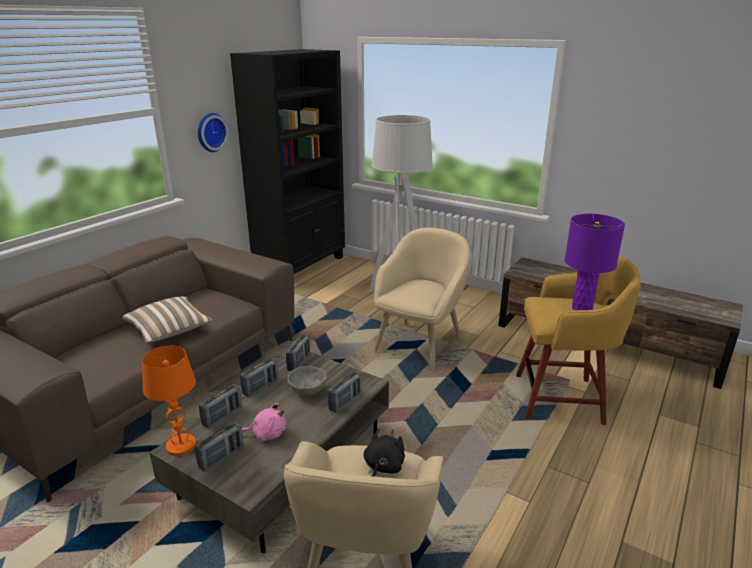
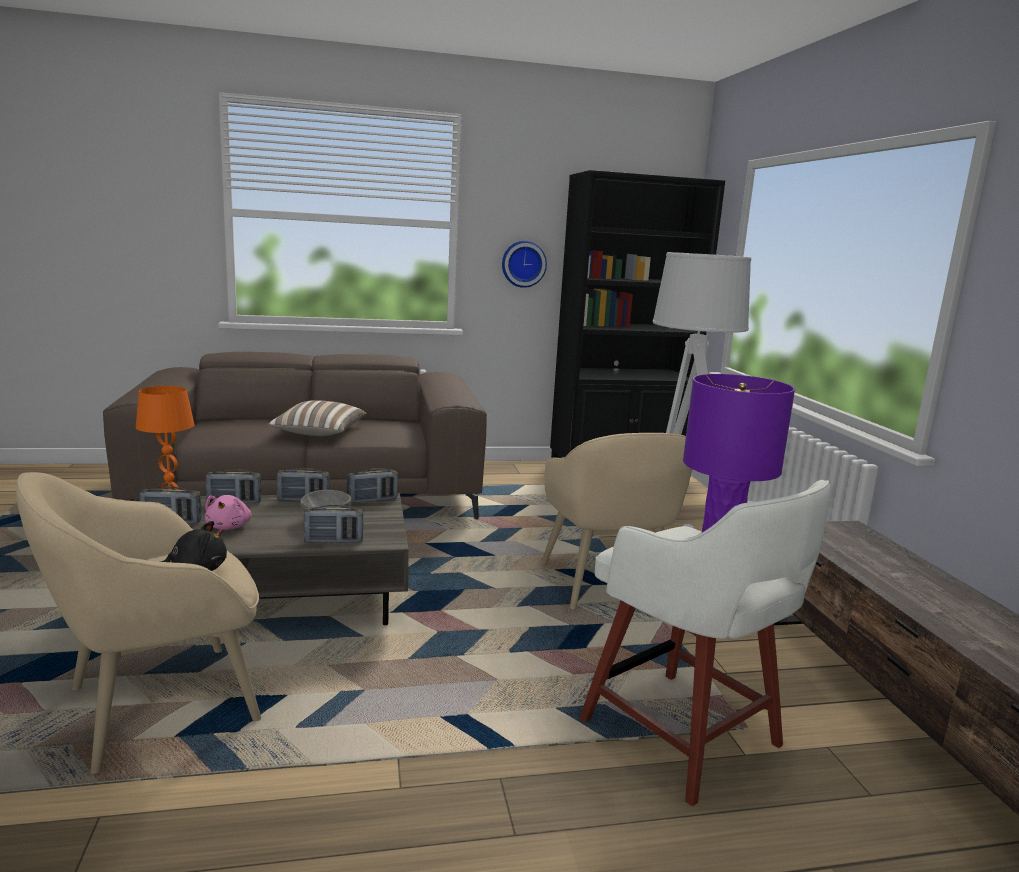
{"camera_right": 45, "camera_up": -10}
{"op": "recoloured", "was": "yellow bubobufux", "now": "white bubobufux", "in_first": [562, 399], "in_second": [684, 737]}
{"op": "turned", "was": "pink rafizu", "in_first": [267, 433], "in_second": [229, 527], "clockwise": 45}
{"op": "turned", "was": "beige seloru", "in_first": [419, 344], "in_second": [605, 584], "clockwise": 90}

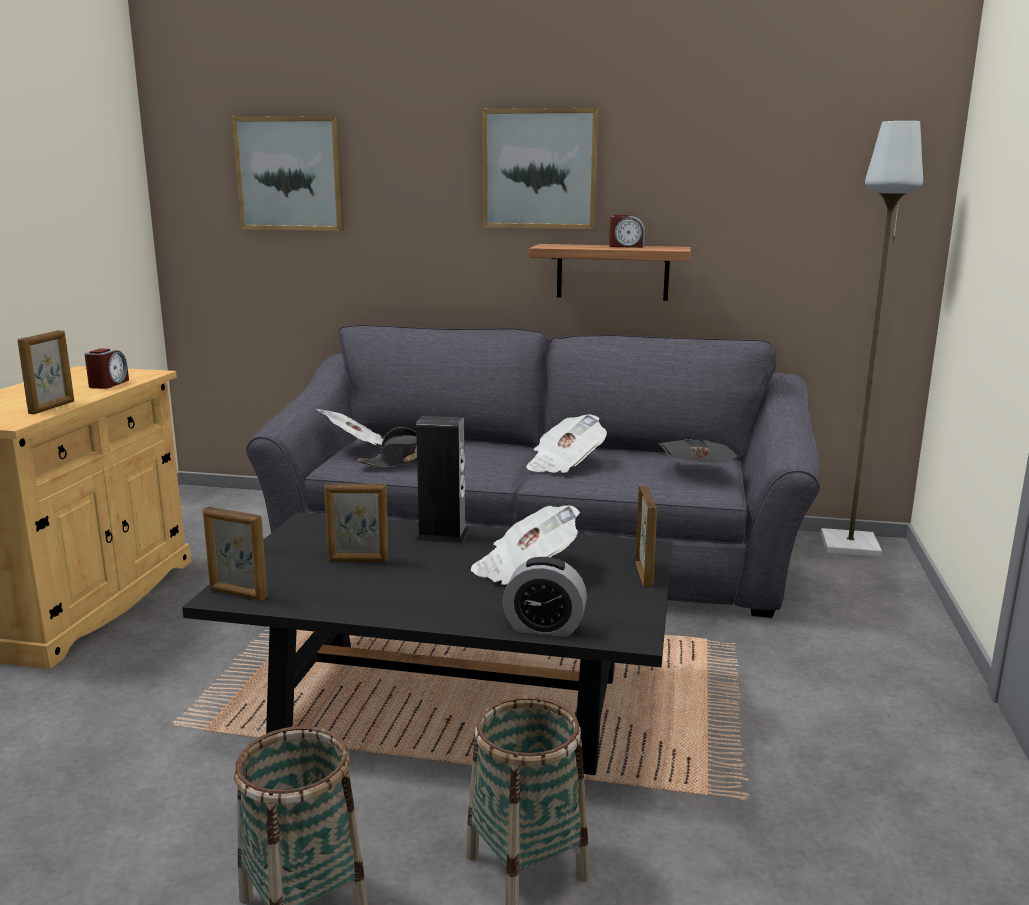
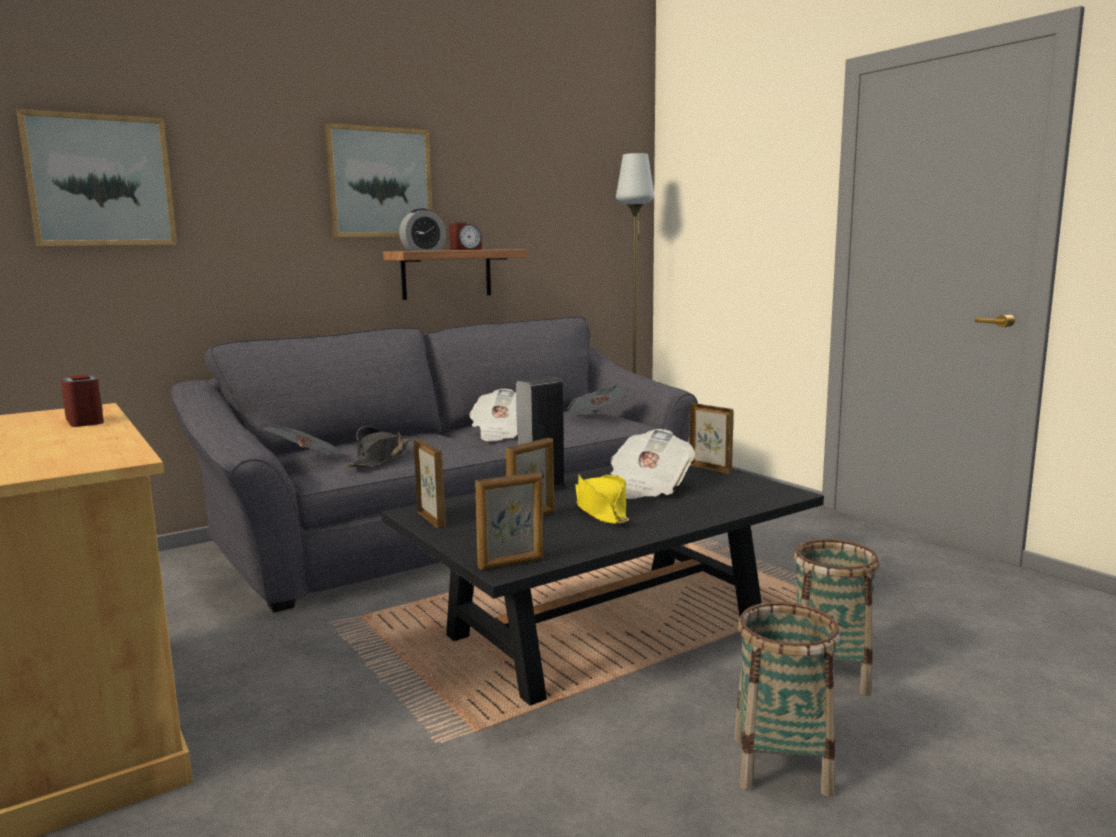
{"camera_right": -45, "camera_up": -5}
{"op": "added", "now": "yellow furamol", "in_second": [601, 510]}
{"op": "moved", "was": "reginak", "in_first": [52, 407], "in_second": [431, 519]}
{"op": "moved", "was": "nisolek", "in_first": [544, 627], "in_second": [423, 250]}

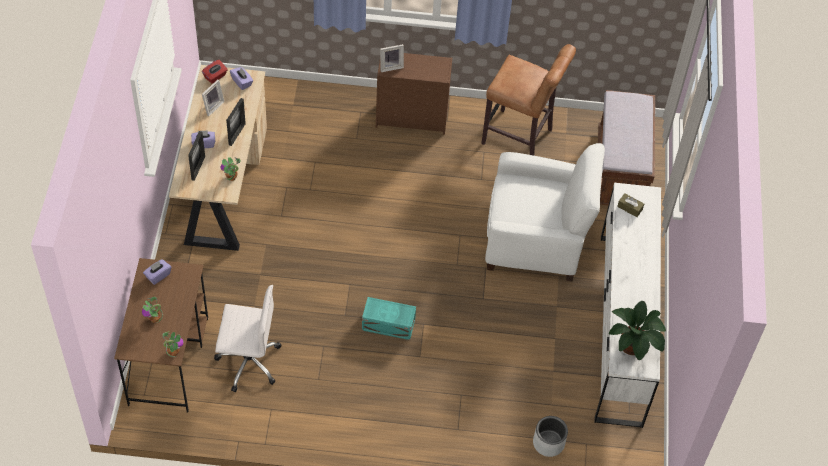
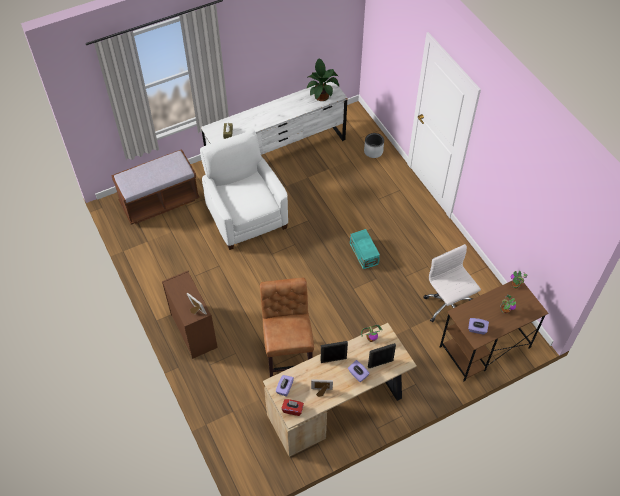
{"camera_right": -120, "camera_up": 0}
{"op": "moved", "was": "brown bubobufux", "in_first": [520, 138], "in_second": [288, 358]}

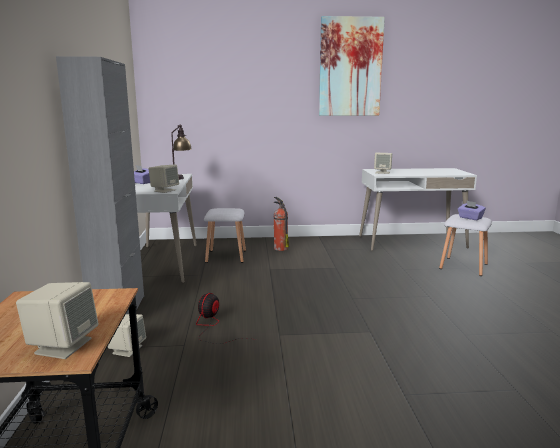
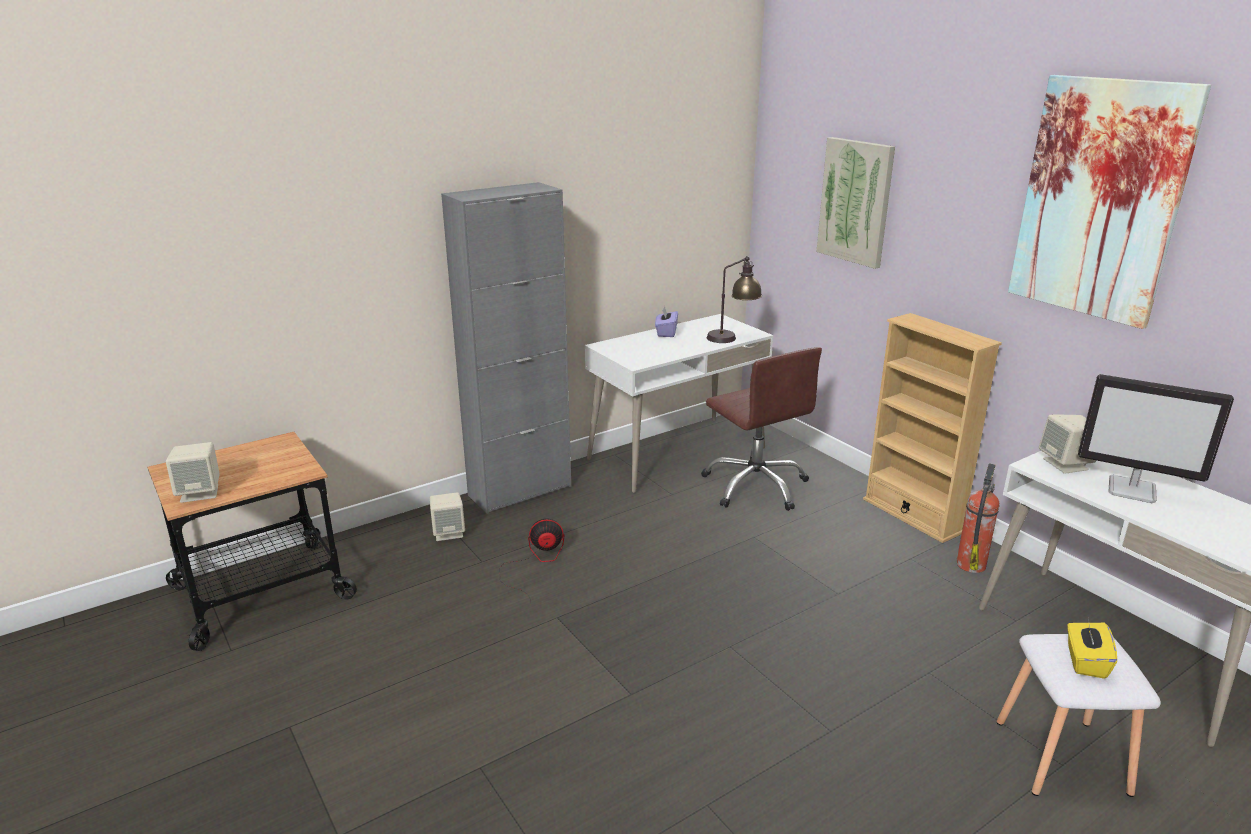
{"camera_right": 60, "camera_up": 10}
{"op": "removed", "was": "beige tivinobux", "in_first": [164, 190]}
{"op": "added", "now": "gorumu", "in_second": [855, 201]}
{"op": "added", "now": "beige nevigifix", "in_second": [912, 515]}
{"op": "added", "now": "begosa", "in_second": [1133, 490]}
{"op": "moved", "was": "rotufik", "in_first": [280, 248], "in_second": [971, 564]}
{"op": "replaced", "was": "white bubobufux", "now": "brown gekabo", "in_first": [226, 256], "in_second": [755, 486]}
{"op": "recoloured", "was": "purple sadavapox", "now": "yellow sadavapox", "in_first": [470, 218], "in_second": [1085, 661]}

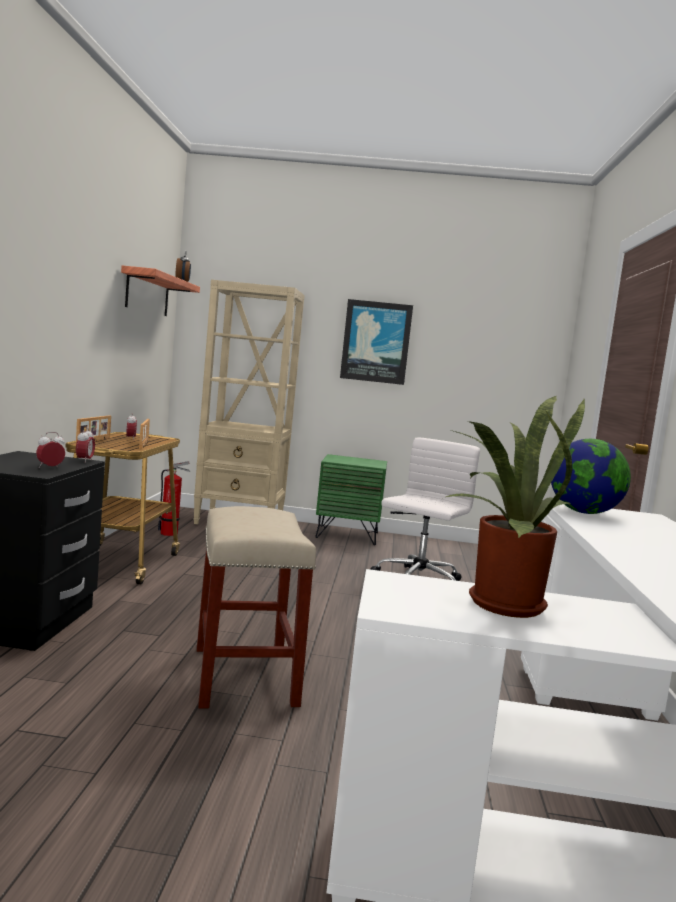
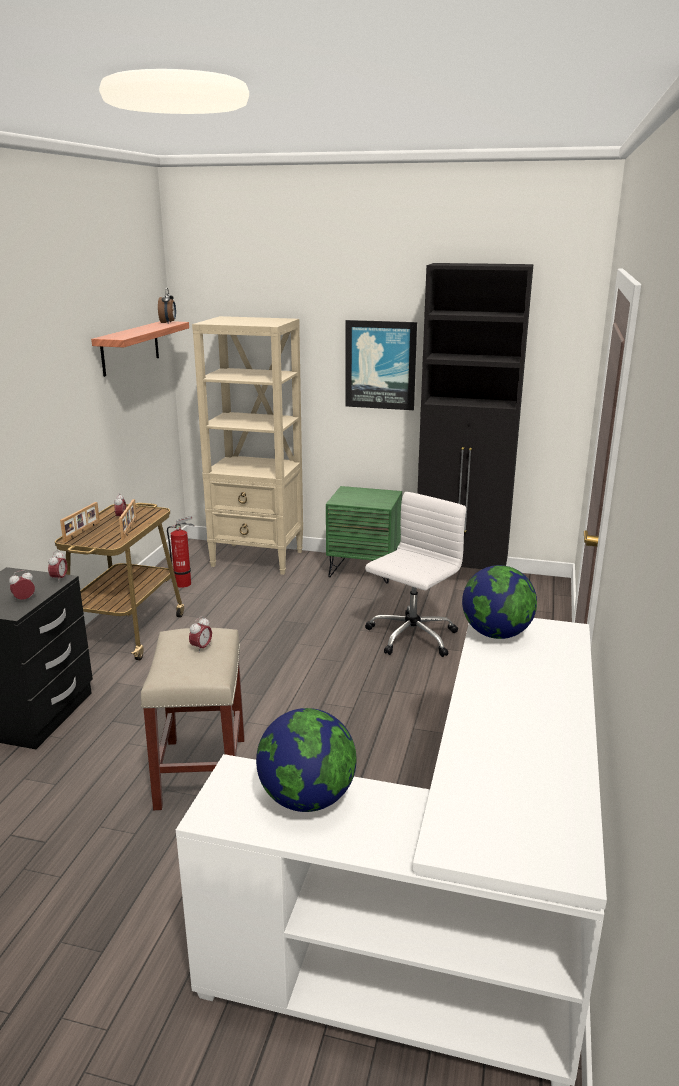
{"camera_right": 10, "camera_up": 15}
{"op": "added", "now": "nisolek", "in_second": [201, 648]}
{"op": "added", "now": "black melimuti", "in_second": [461, 577]}
{"op": "replaced", "was": "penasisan", "now": "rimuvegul", "in_first": [499, 602], "in_second": [307, 799]}

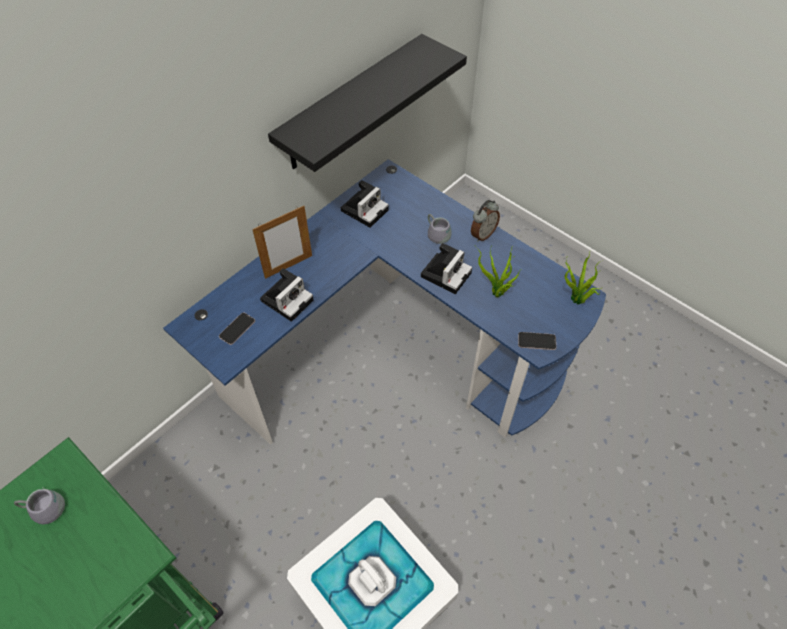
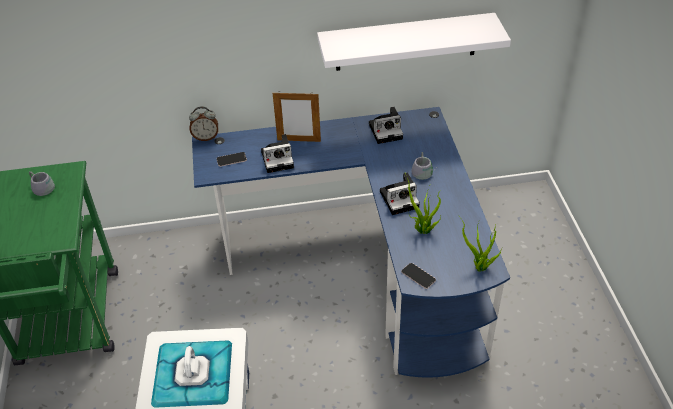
{"camera_right": 40, "camera_up": -10}
{"op": "moved", "was": "nisolek", "in_first": [482, 234], "in_second": [206, 137]}
{"op": "recoloured", "was": "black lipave", "now": "white lipave", "in_first": [351, 103], "in_second": [406, 42]}

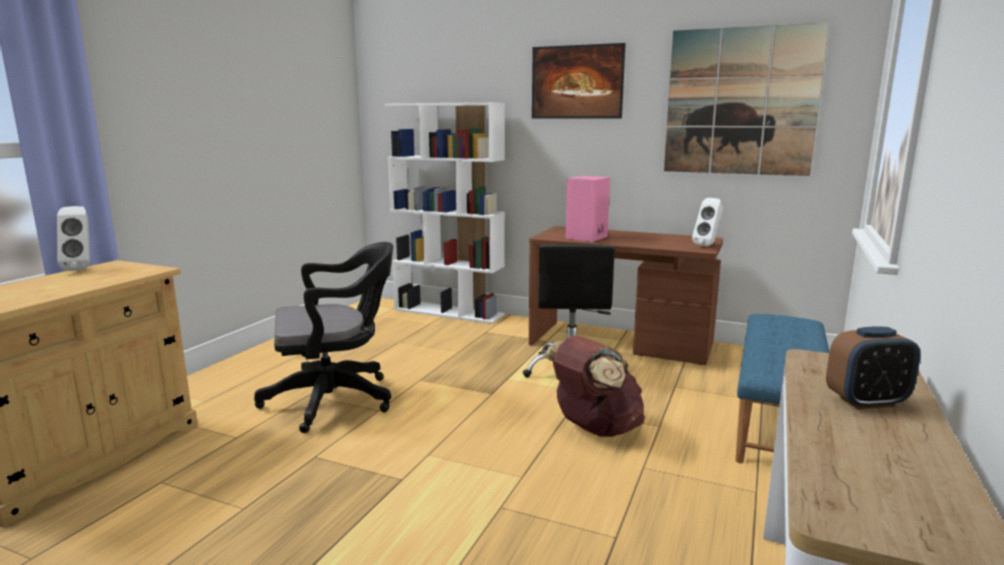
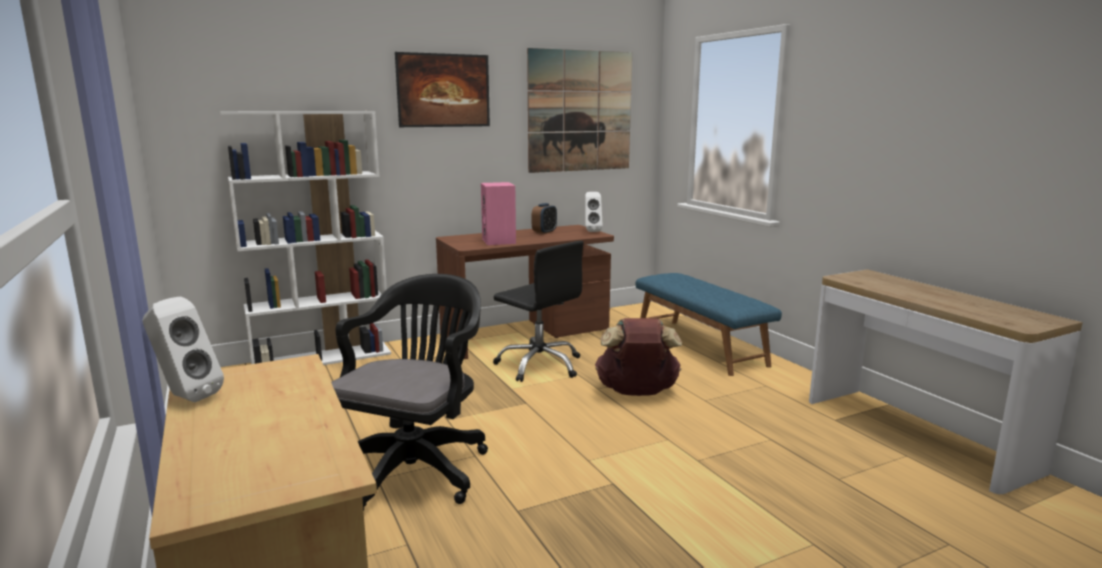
{"camera_right": -50, "camera_up": 0}
{"op": "moved", "was": "nisolek", "in_first": [866, 402], "in_second": [544, 232]}

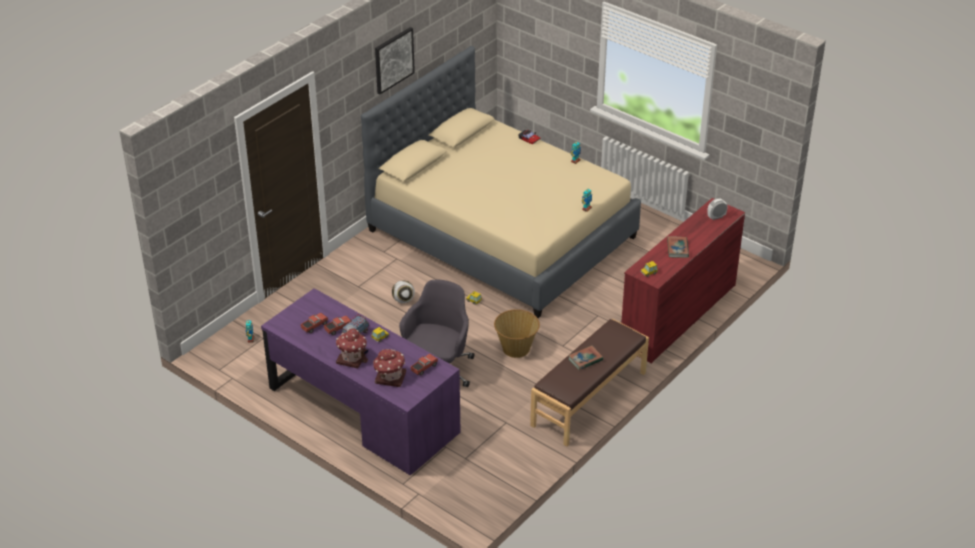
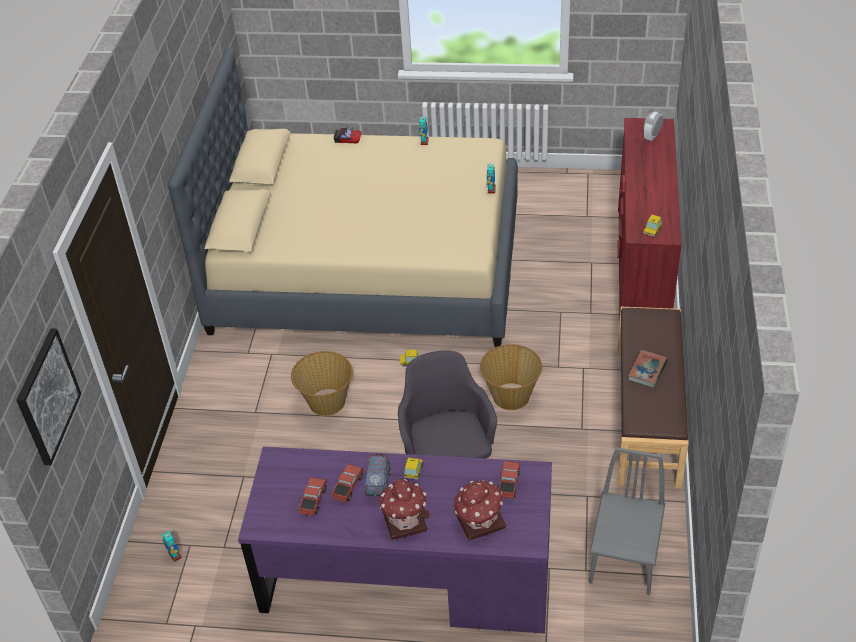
{"camera_right": -30, "camera_up": 5}
{"op": "removed", "was": "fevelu", "in_first": [677, 249]}
{"op": "added", "now": "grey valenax", "in_second": [624, 559]}
{"op": "moved", "was": "gorumu", "in_first": [393, 60], "in_second": [47, 396]}
{"op": "replaced", "was": "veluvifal", "now": "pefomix", "in_first": [403, 300], "in_second": [326, 402]}

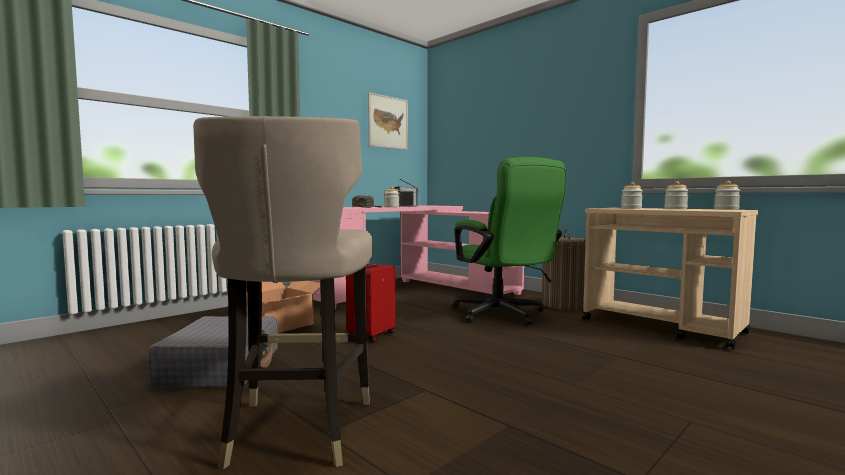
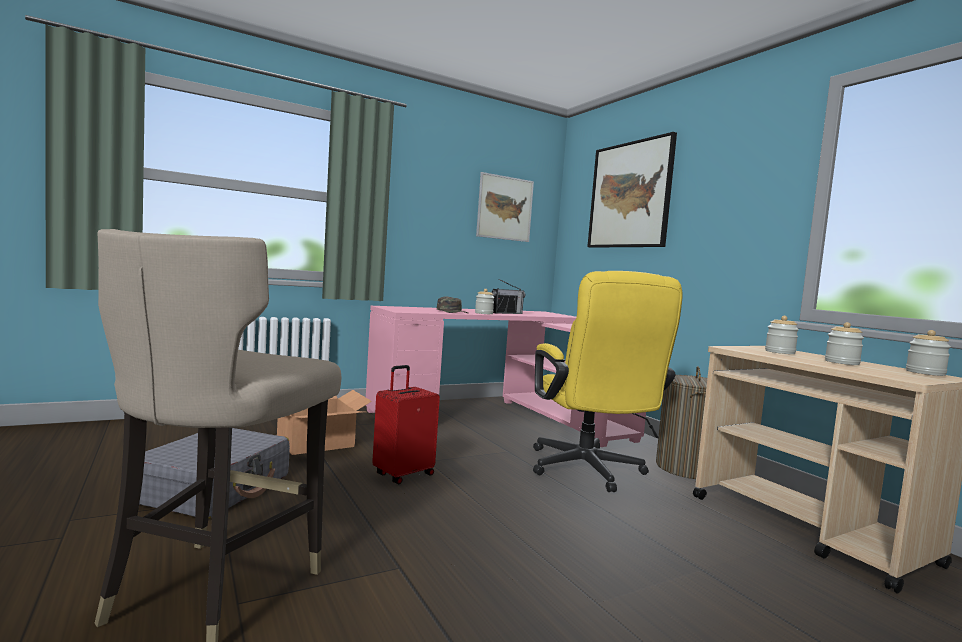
{"camera_right": 15, "camera_up": 0}
{"op": "added", "now": "gorumu", "in_second": [630, 195]}
{"op": "recoloured", "was": "green gekabo", "now": "yellow gekabo", "in_first": [503, 315], "in_second": [589, 472]}

